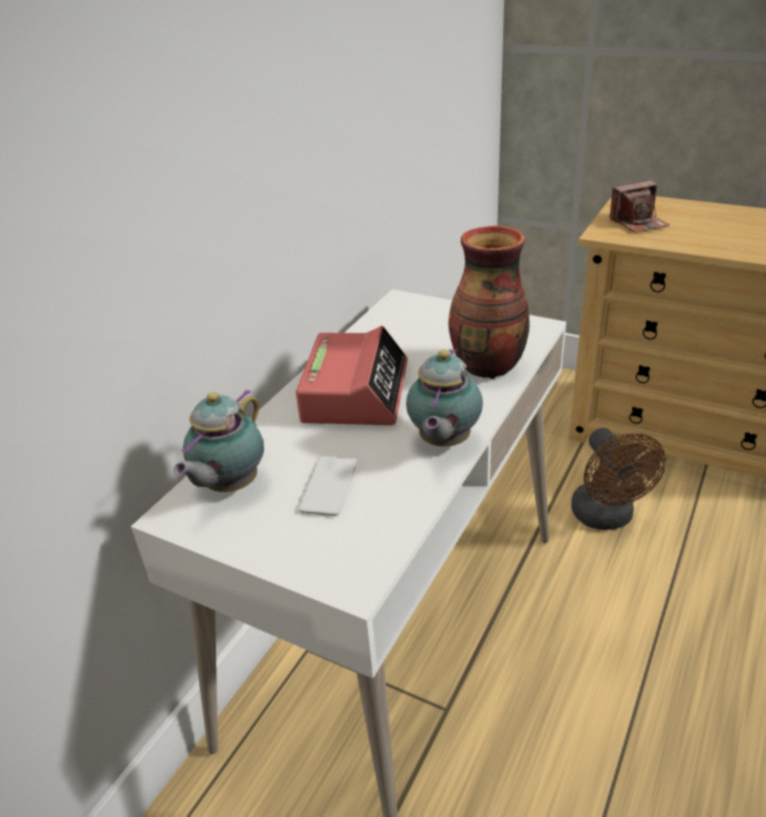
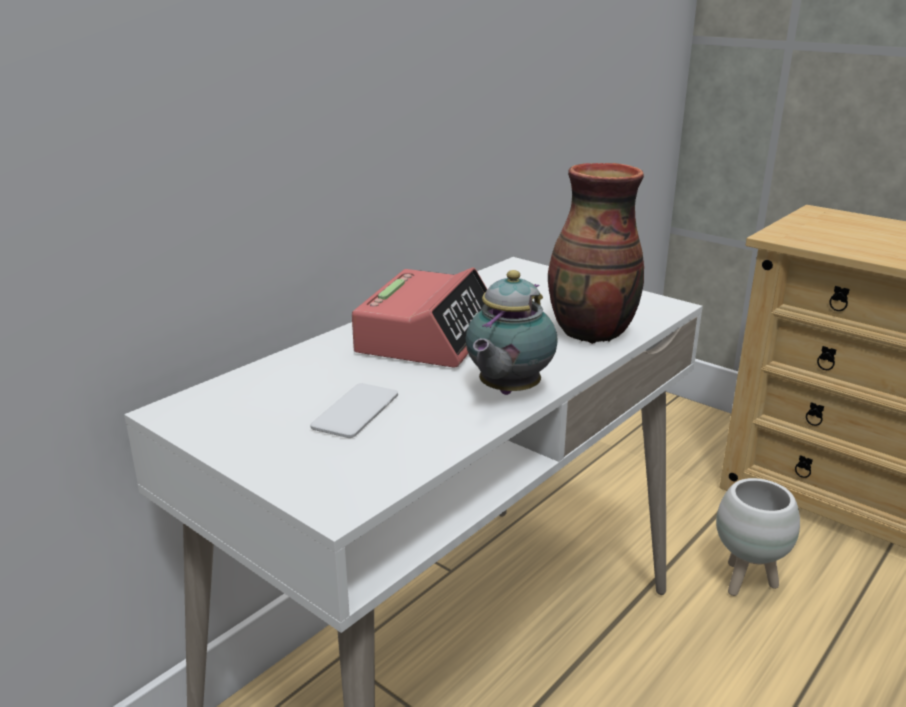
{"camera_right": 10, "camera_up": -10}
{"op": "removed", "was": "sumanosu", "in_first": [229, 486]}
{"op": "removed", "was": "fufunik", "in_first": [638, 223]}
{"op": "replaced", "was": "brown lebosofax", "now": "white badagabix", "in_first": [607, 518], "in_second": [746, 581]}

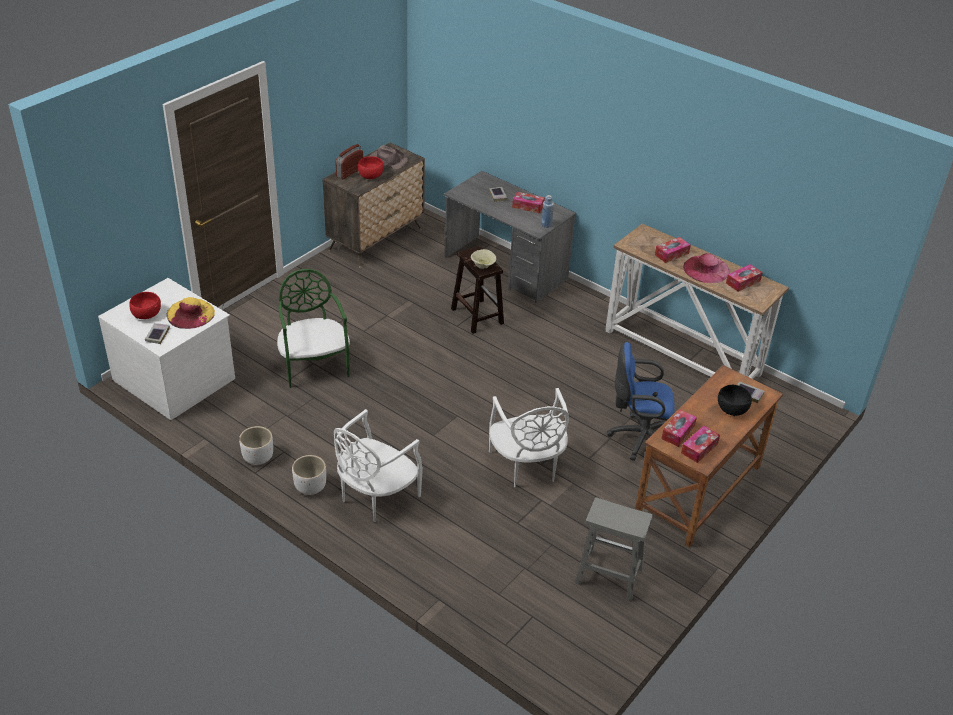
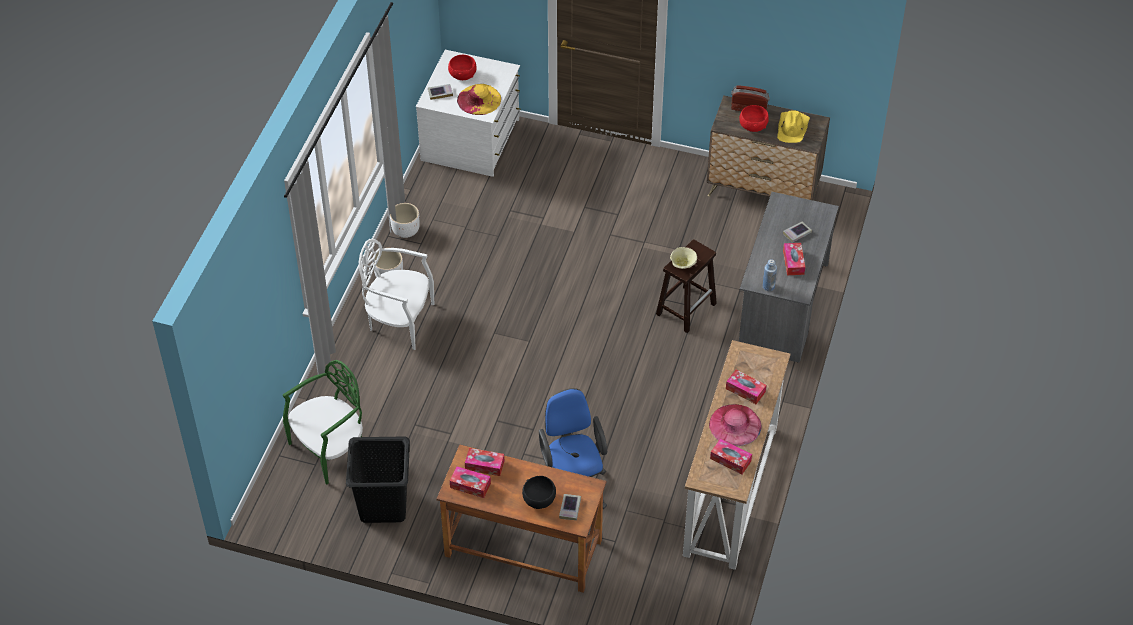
{"camera_right": 70, "camera_up": 10}
{"op": "removed", "was": "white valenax", "in_first": [526, 466]}
{"op": "moved", "was": "green valenax", "in_first": [314, 366], "in_second": [330, 449]}
{"op": "replaced", "was": "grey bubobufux", "now": "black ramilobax", "in_first": [608, 575], "in_second": [383, 504]}
{"op": "recoloured", "was": "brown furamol", "now": "yellow furamol", "in_first": [388, 160], "in_second": [793, 128]}

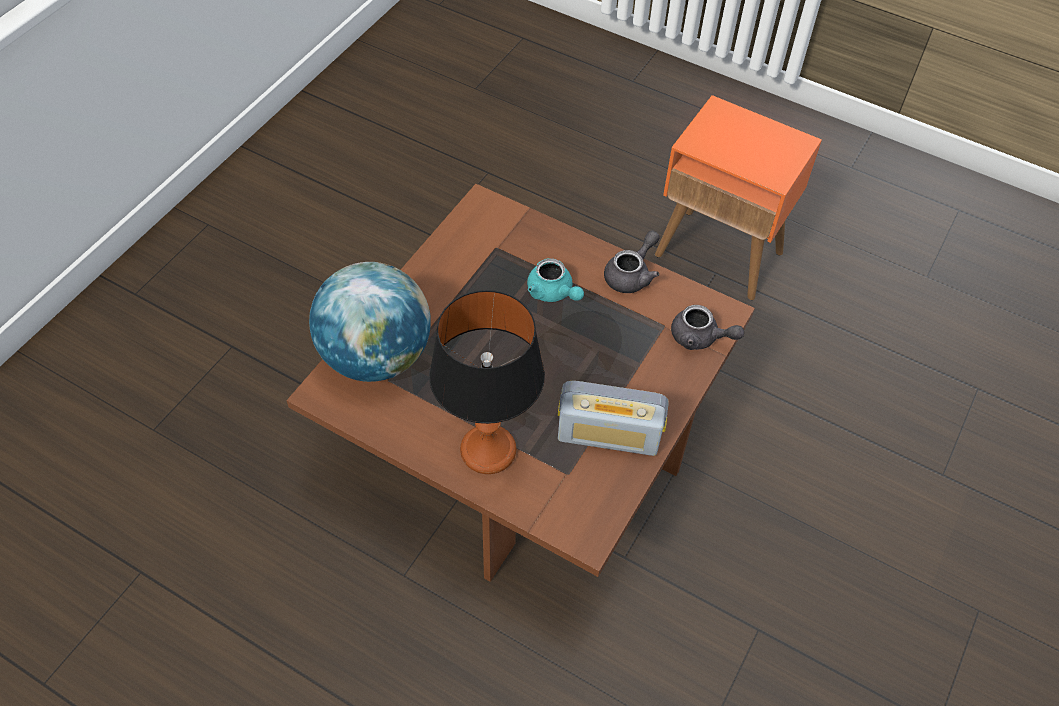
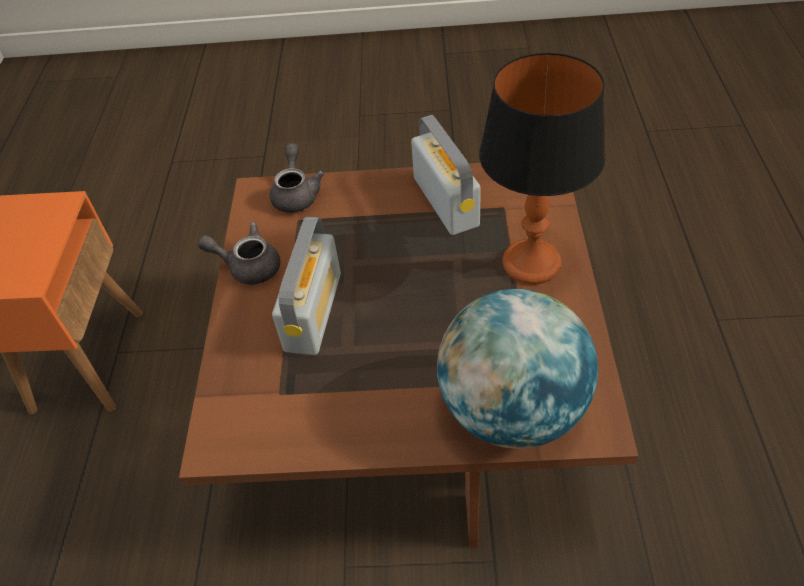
{"camera_right": -115, "camera_up": -5}
{"op": "replaced", "was": "turquoise sumanosu", "now": "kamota", "in_first": [553, 293], "in_second": [313, 311]}

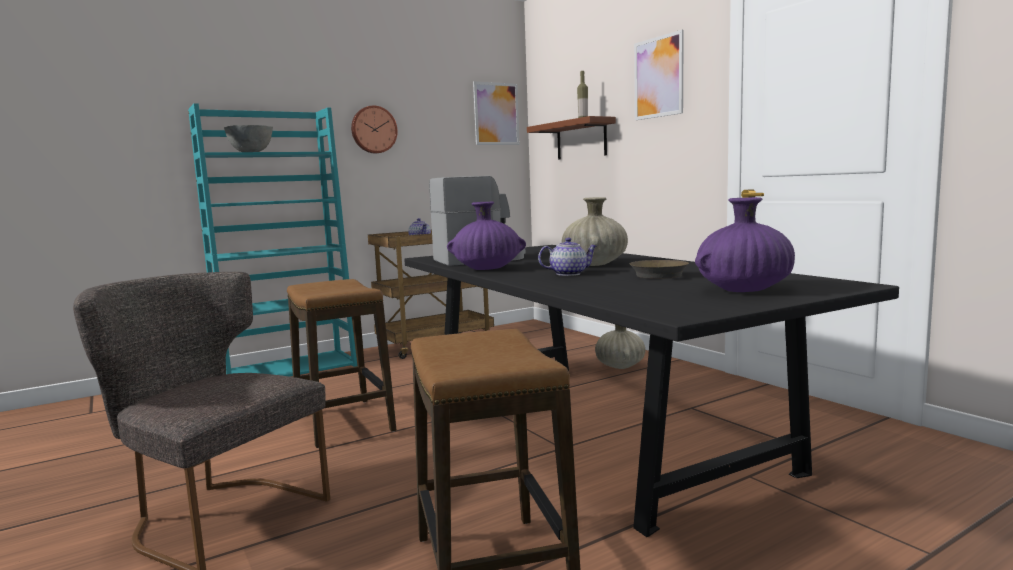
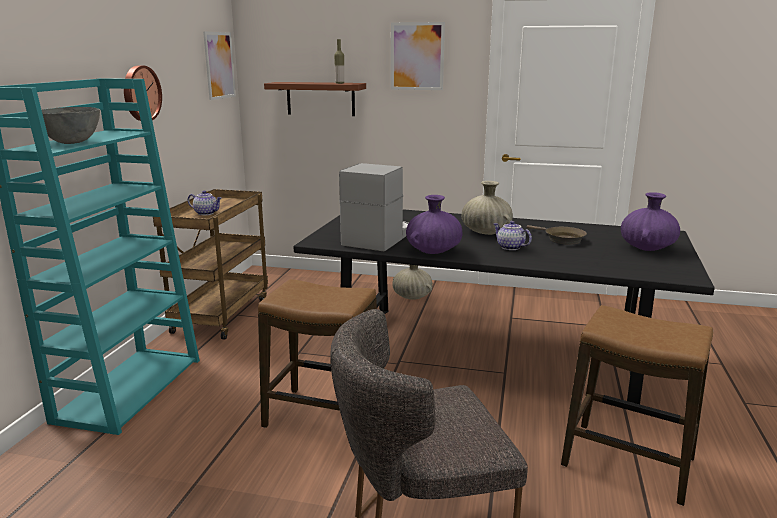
{"camera_right": -45, "camera_up": 10}
{"op": "turned", "was": "sumanosu", "in_first": [568, 274], "in_second": [509, 247], "clockwise": -75}

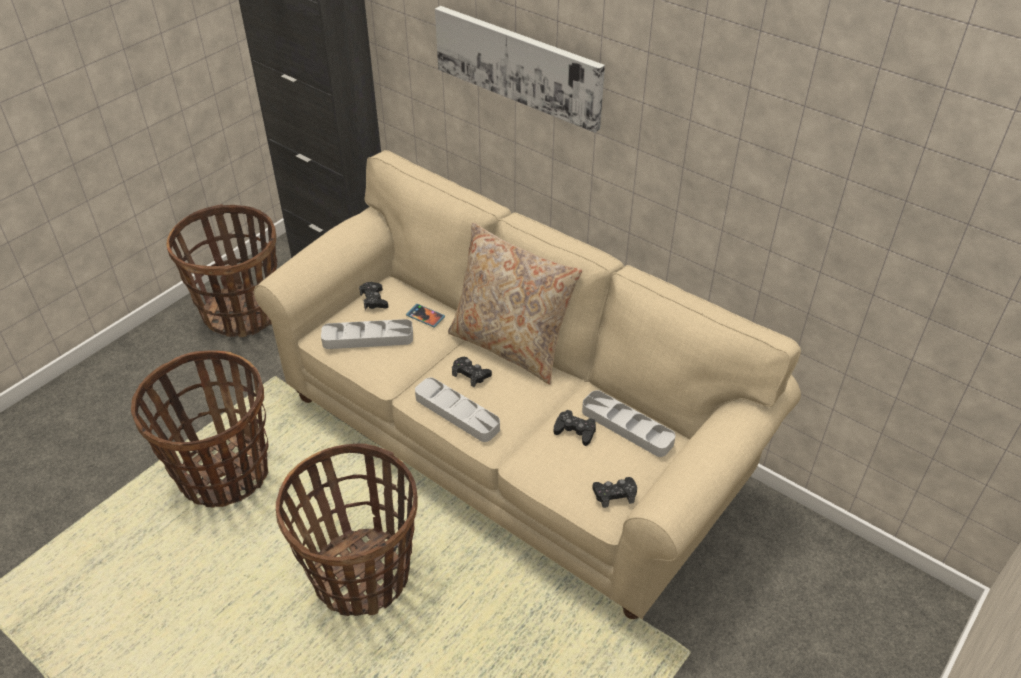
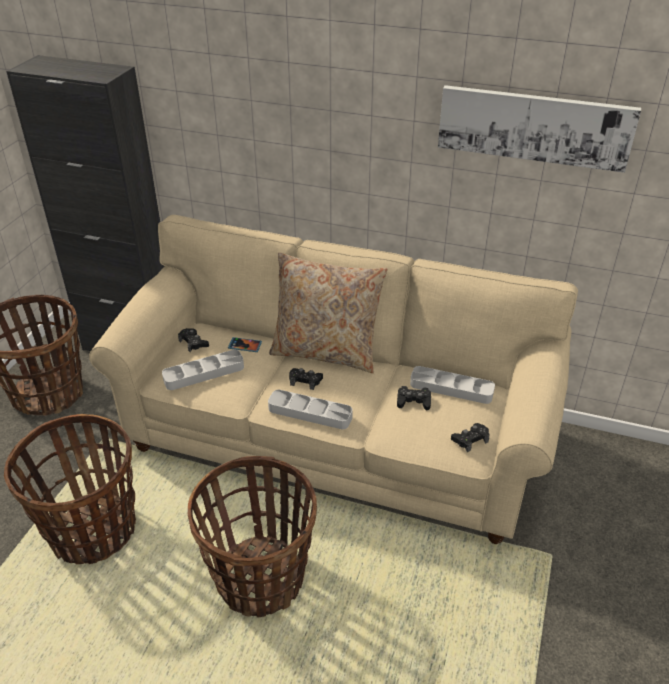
{"camera_right": -20, "camera_up": -5}
{"op": "moved", "was": "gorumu", "in_first": [518, 65], "in_second": [534, 126]}

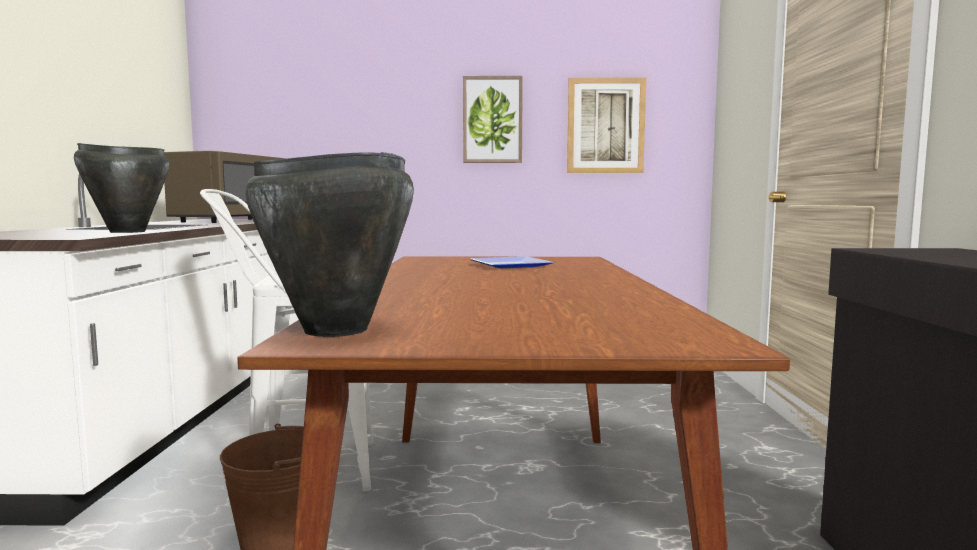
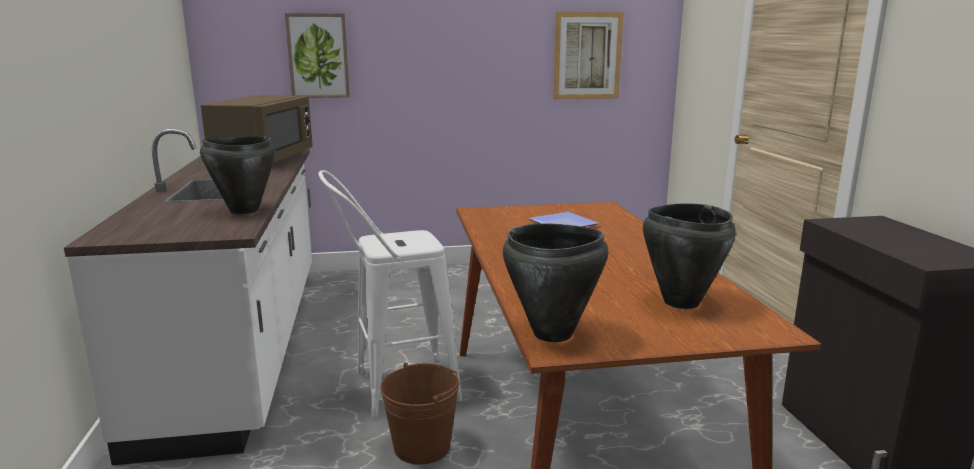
{"camera_right": -10, "camera_up": 10}
{"op": "added", "now": "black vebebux", "in_second": [680, 302]}
{"op": "moved", "was": "gorumu", "in_first": [492, 120], "in_second": [318, 56]}

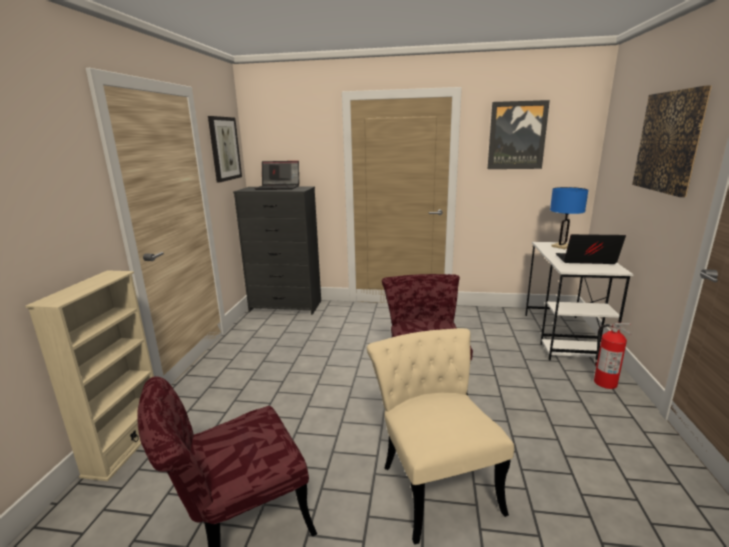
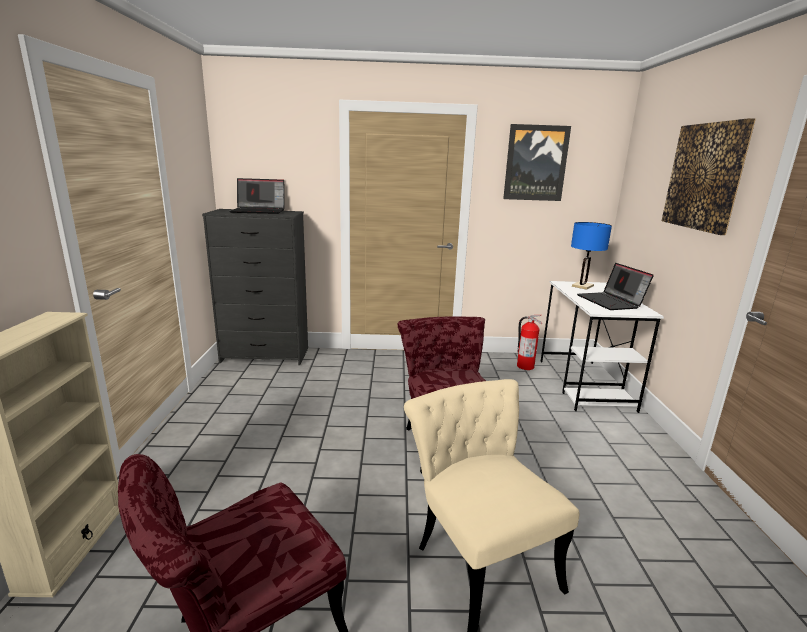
{"camera_right": -10, "camera_up": 0}
{"op": "removed", "was": "gorumu", "in_first": [224, 149]}
{"op": "moved", "was": "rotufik", "in_first": [605, 383], "in_second": [525, 366]}
{"op": "turned", "was": "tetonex", "in_first": [585, 261], "in_second": [611, 302], "clockwise": -105}

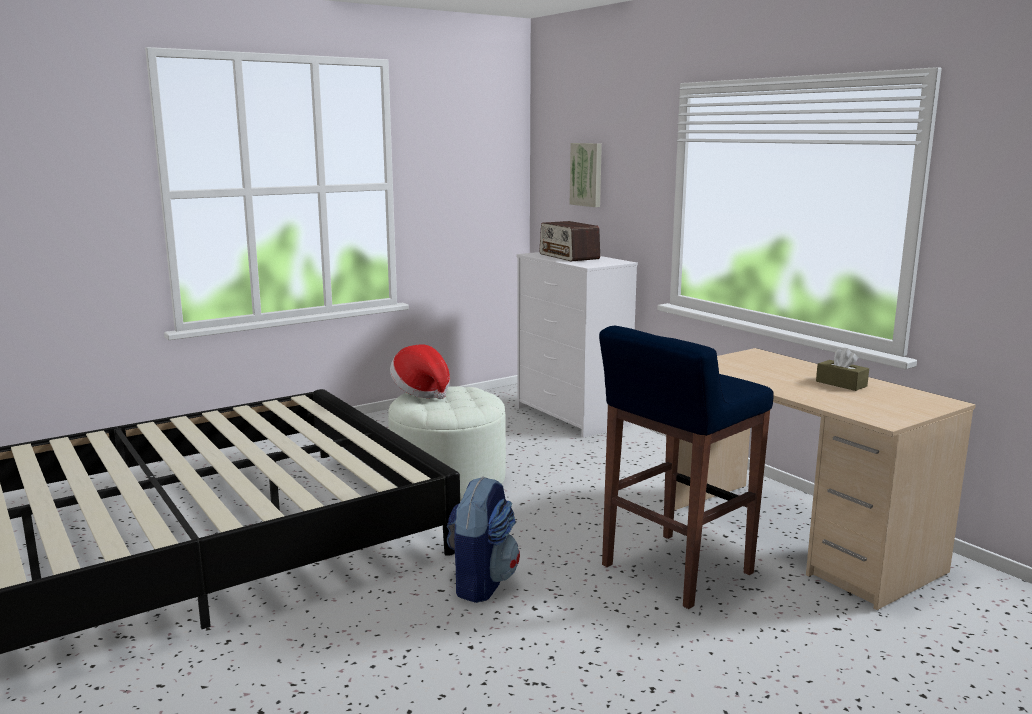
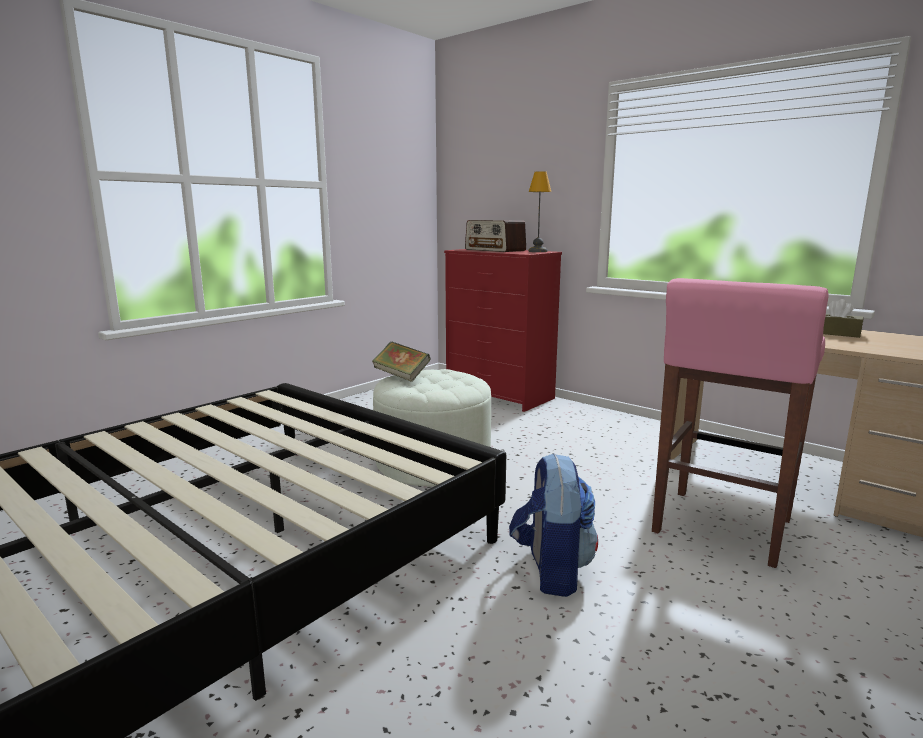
{"camera_right": -15, "camera_up": 0}
{"op": "removed", "was": "gorumu", "in_first": [587, 174]}
{"op": "added", "now": "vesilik", "in_second": [537, 251]}
{"op": "replaced", "was": "furamol", "now": "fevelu", "in_first": [422, 391], "in_second": [401, 376]}
{"op": "recoloured", "was": "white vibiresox", "now": "red vibiresox", "in_first": [573, 416], "in_second": [500, 395]}
{"op": "recoloured", "was": "blue bubobufux", "now": "pink bubobufux", "in_first": [675, 570], "in_second": [720, 527]}

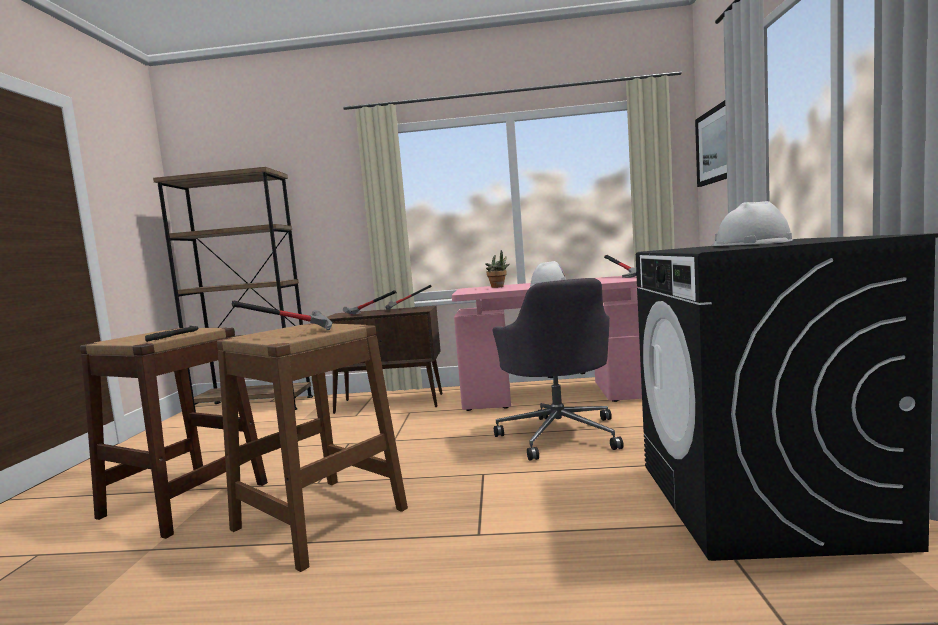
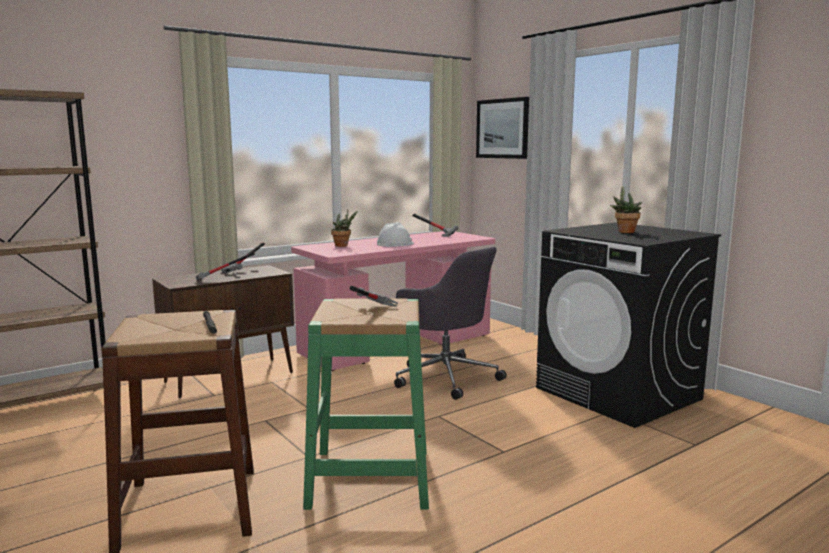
{"camera_right": -40, "camera_up": 5}
{"op": "replaced", "was": "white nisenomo", "now": "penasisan", "in_first": [750, 244], "in_second": [624, 231]}
{"op": "recoloured", "was": "brown bubobufux", "now": "green bubobufux", "in_first": [319, 519], "in_second": [370, 478]}

